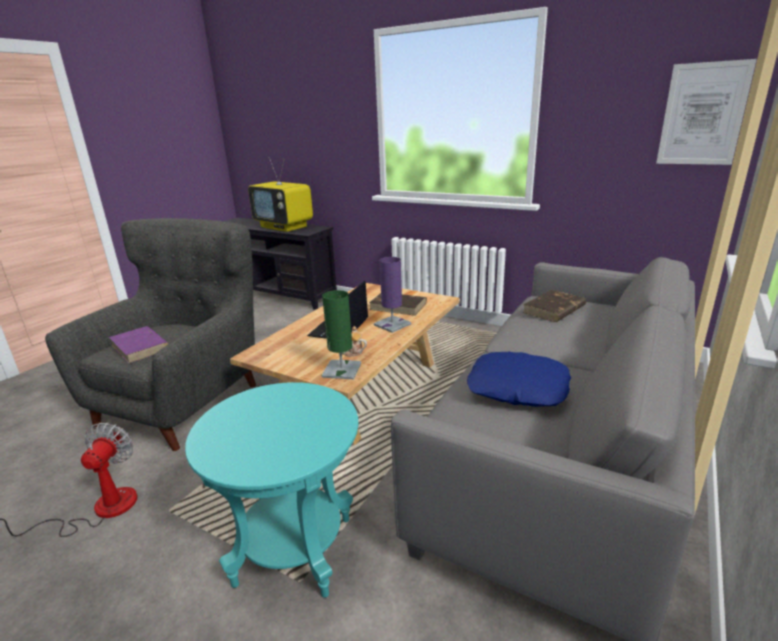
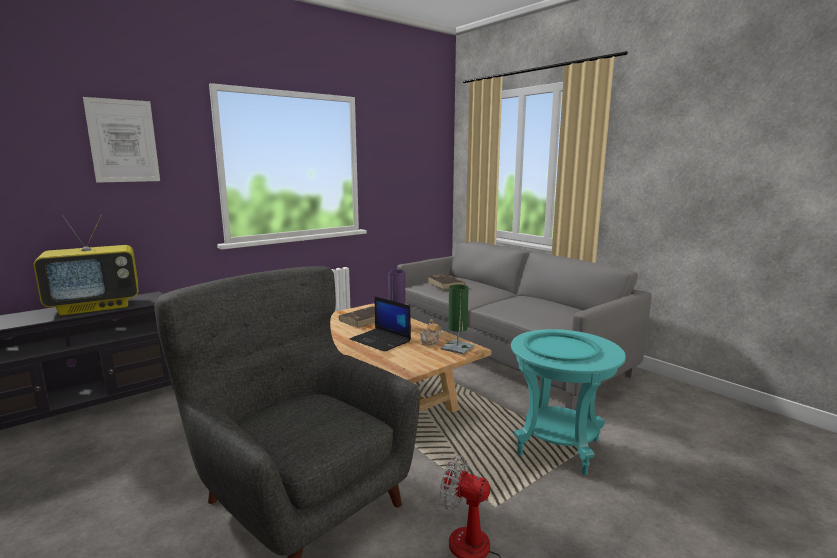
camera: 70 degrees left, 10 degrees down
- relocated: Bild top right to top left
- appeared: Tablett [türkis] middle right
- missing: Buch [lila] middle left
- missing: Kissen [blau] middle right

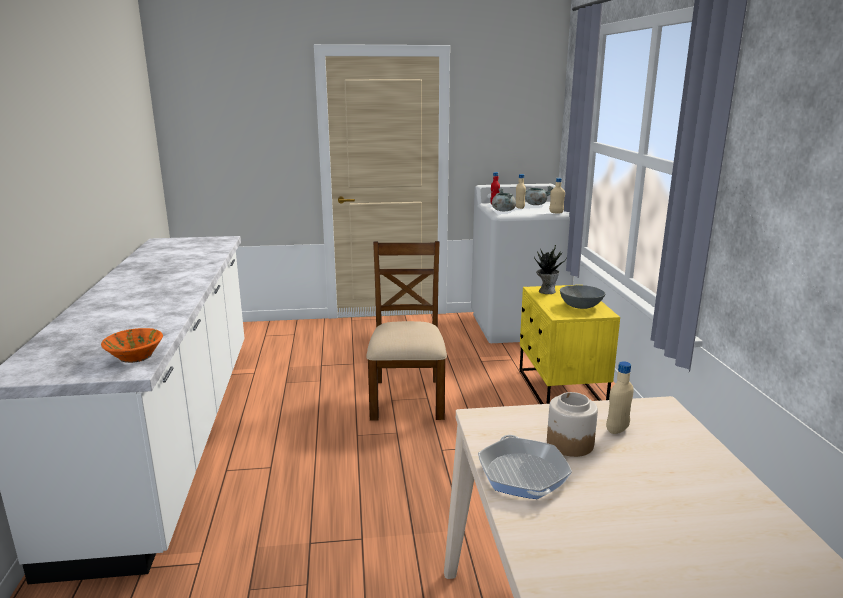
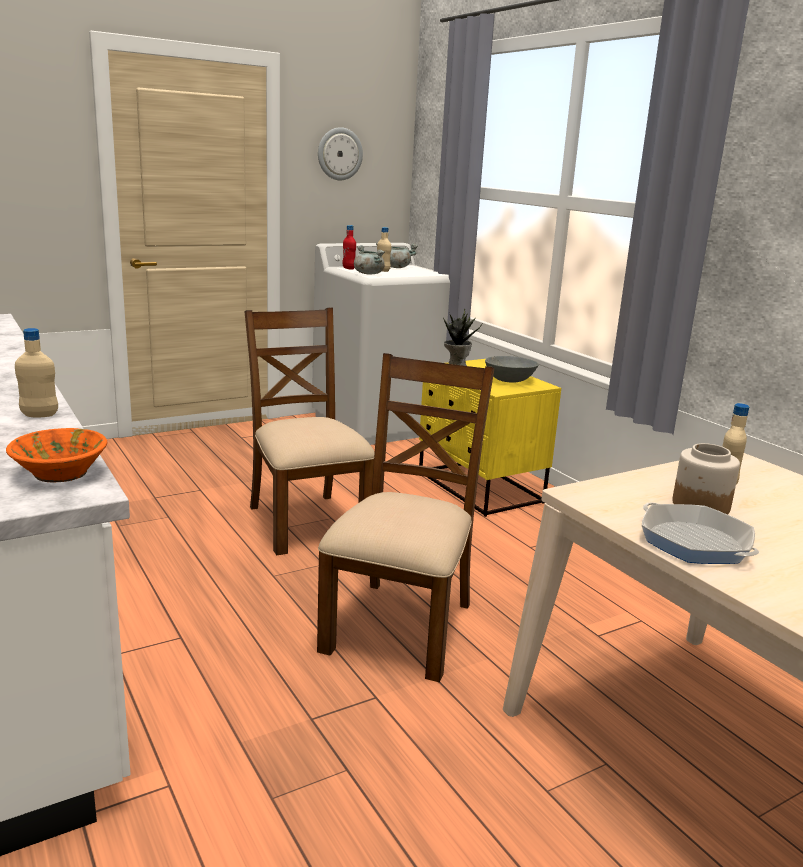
camera: 25 degrees left, 0 degrees up
- relocated: Flasche [beige] (no. 2 from left in the first image) top centre to Flasche [beige] (no. 1 from left) middle left
- appeared: Stuhl [braun] (no. 2 from left) centre
- appeared: Wanduhr top centre

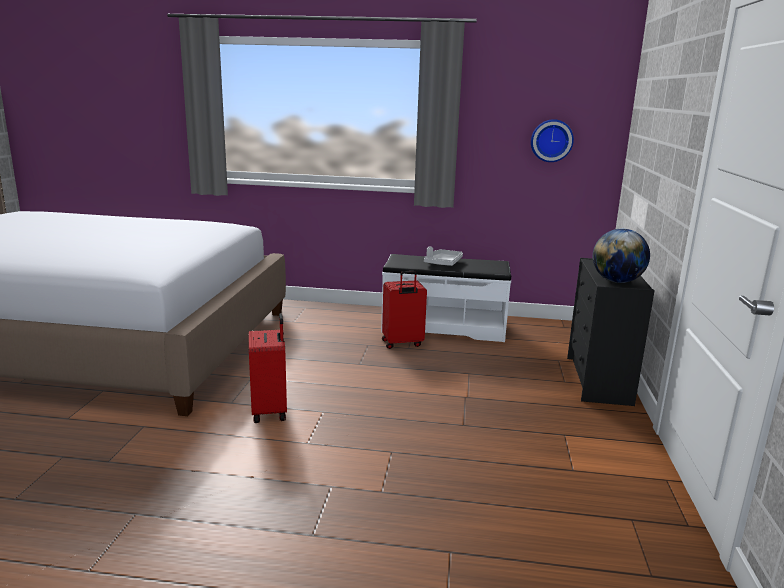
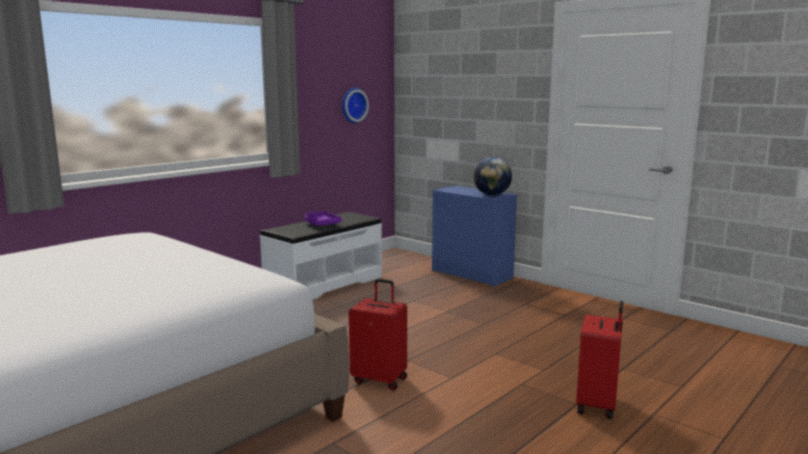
camera: 55 degrees left, 5 degrees down
- colour: Tablett [grau] centre to Tablett [lila] centre
- colour: Kommode [schwarz] middle right to Kommode [blau] centre
- relocated: Koffer [rot] (no. 2 from left) centre to bottom right

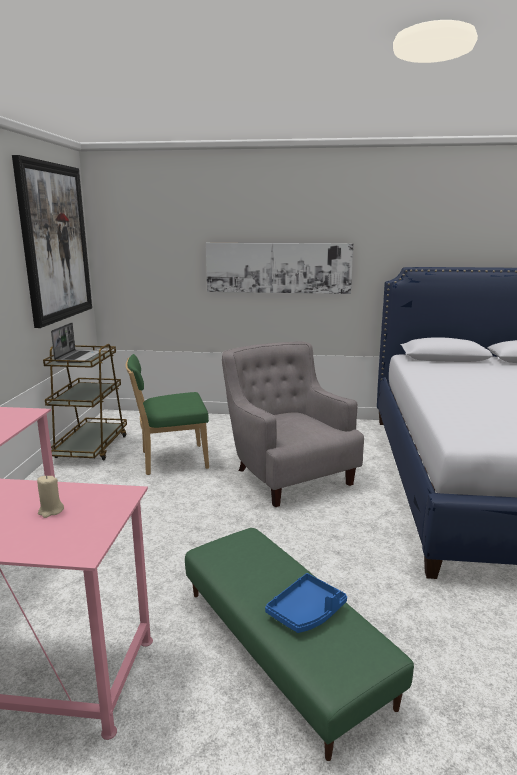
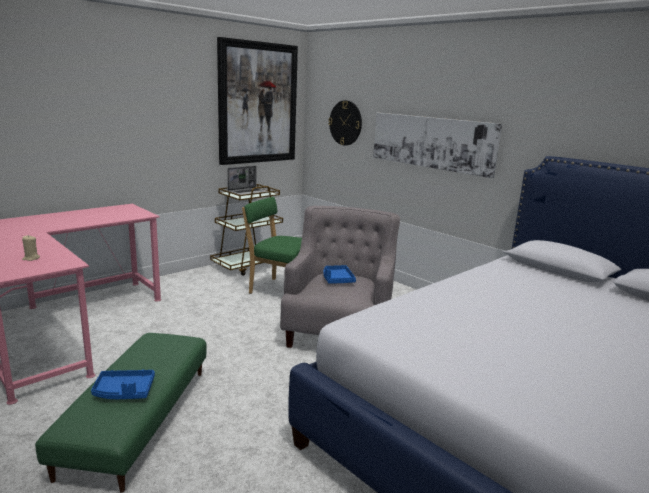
camera: 40 degrees right, 0 degrees up
- appeared: Tablett [blau] (no. 2 from left) centre
- appeared: Wanduhr top centre

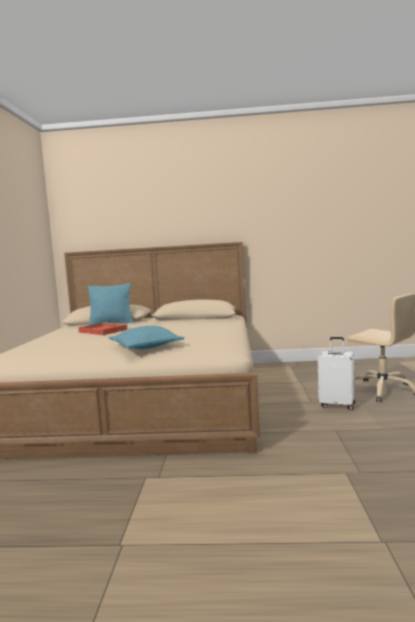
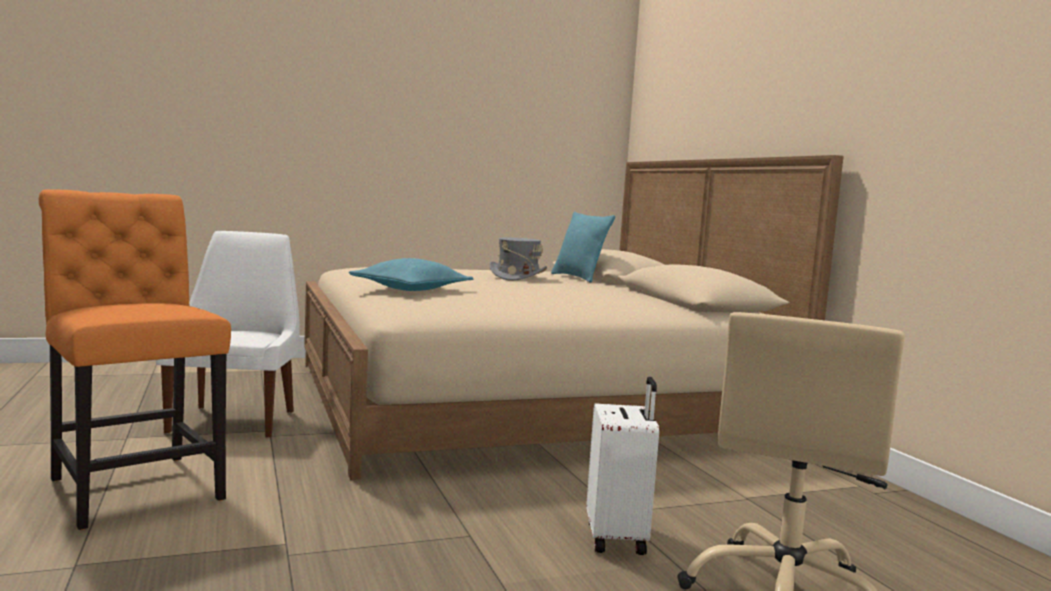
camera: 65 degrees right, 0 degrees up
- appeared: Stuhl [orange] middle left
- appeared: Stuhl [weiß] middle left
- exchanged: Tablett [rot] middle left to Hut [grau] centre

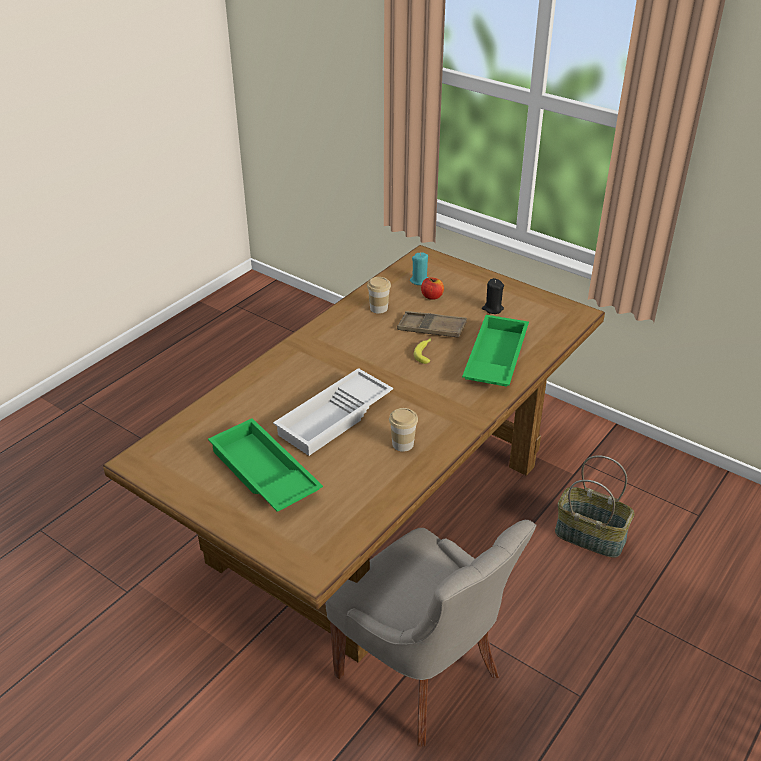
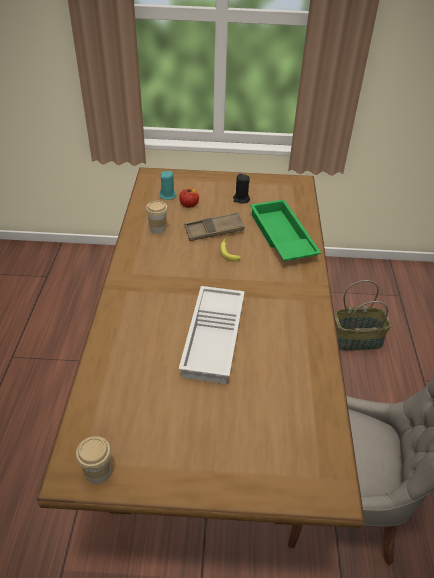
camera: 35 degrees left, 5 degrees up
- relocated: Tasse (no. 2 from left in the first image) centre to Tasse (no. 1 from left) bottom left
- missing: Tablett [grün] (no. 1 from left) centre

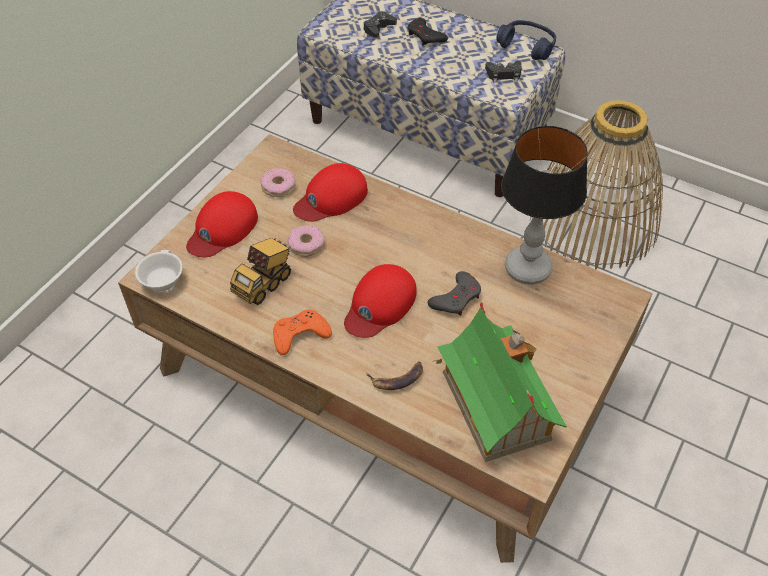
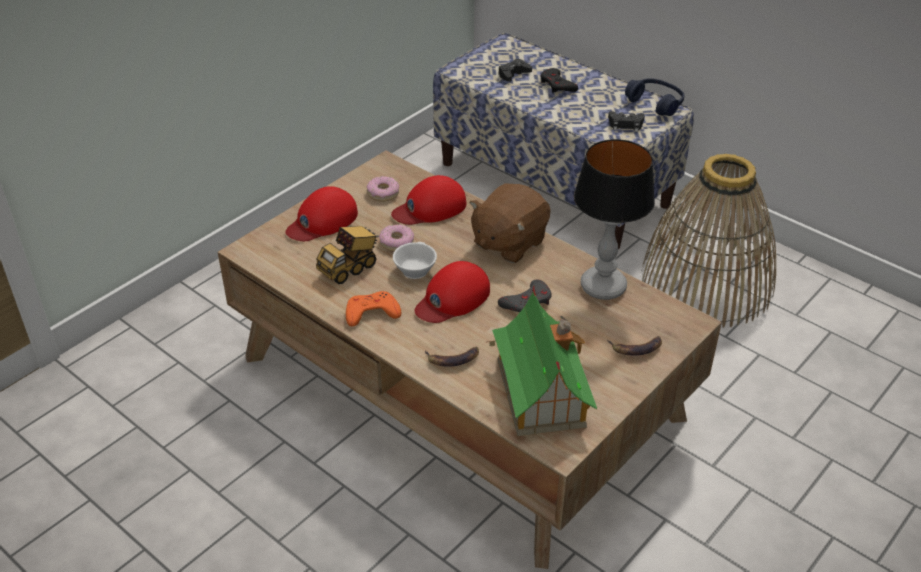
camera: 10 degrees right, 10 degrees down
- relocated: Tasse [weiß] middle left to centre
- appeared: Plüschtier [braun] centre
- appeared: Banane (no. 2 from left) middle right

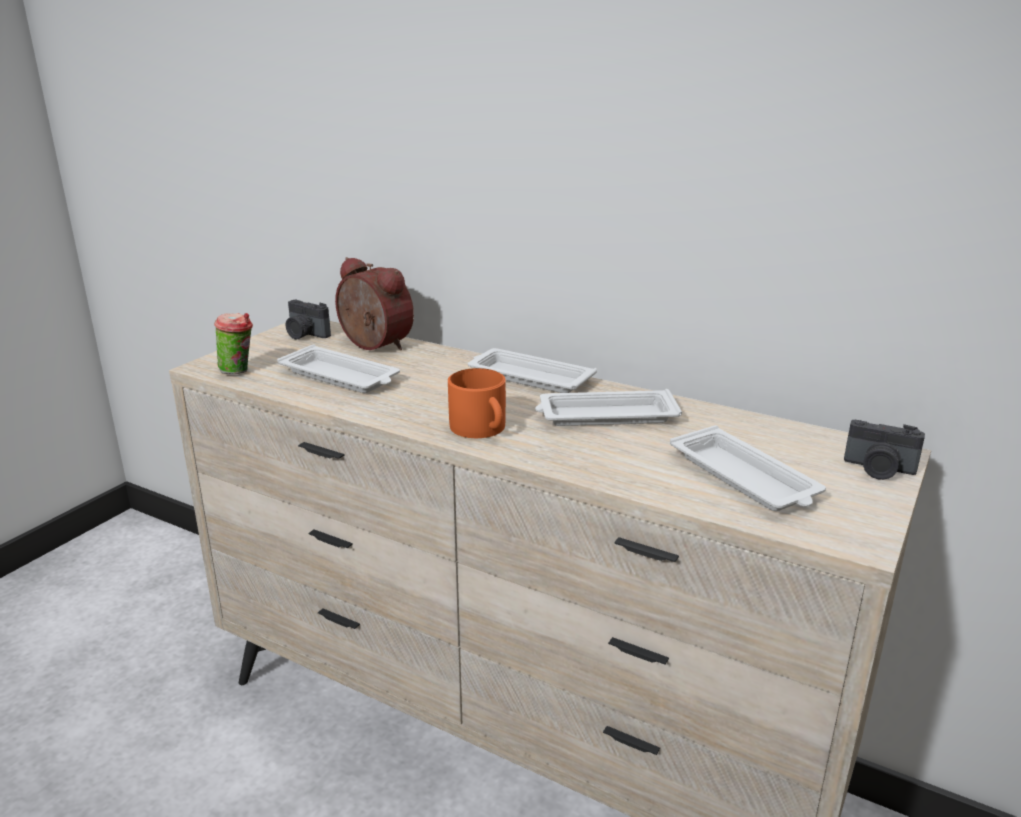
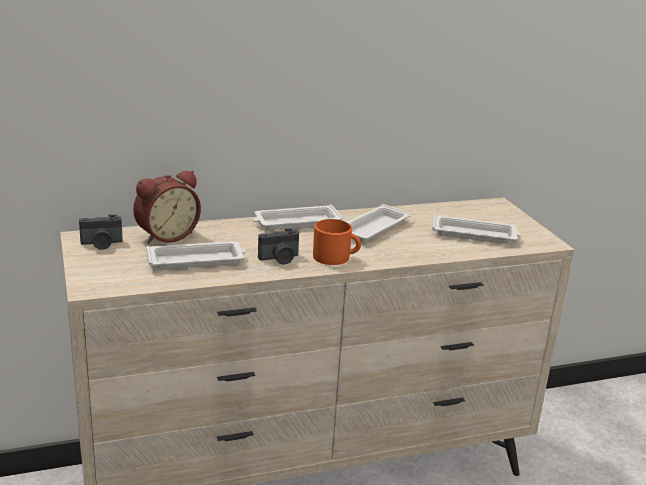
camera: 50 degrees left, 0 degrees up
- spun: Wecker centre = middle left 150 degrees clockwise
- relocated: Kamera (no. 2 from left) middle right to centre
- missing: Tasse middle left

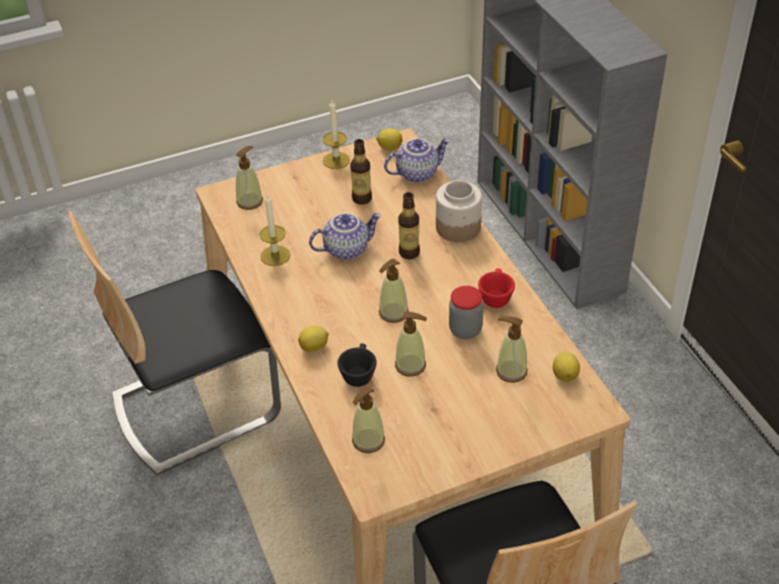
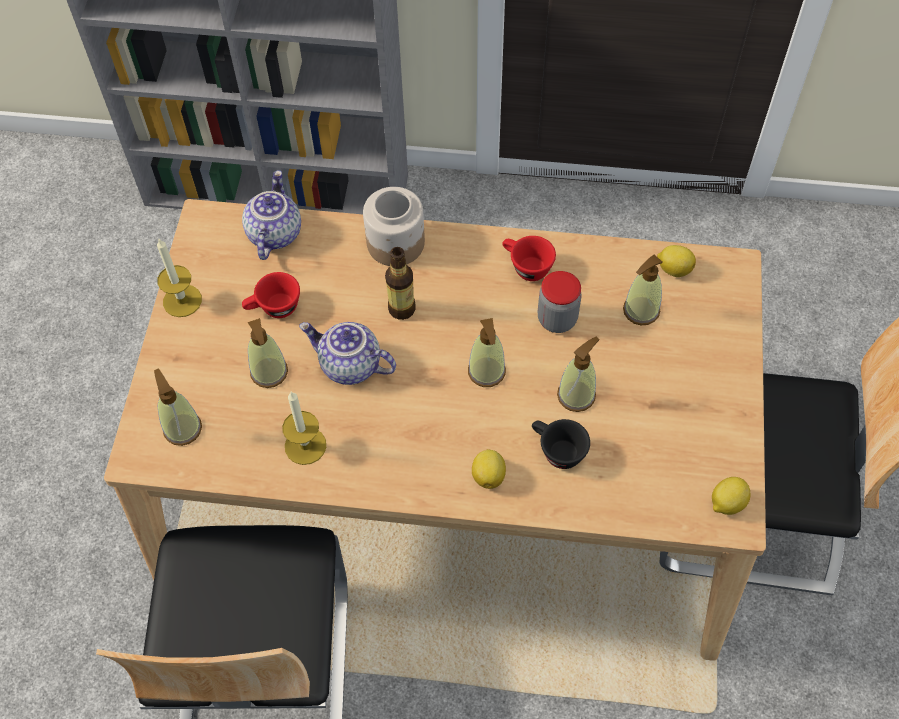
camera: 60 degrees left, 15 degrees up
- exchanged: Flasche (no. 1 from left) top centre to Tasse [rot] (no. 1 from left) middle left
- relocated: Seifenspender (no. 2 from left) bottom centre to middle left
- spun: Teekanne (no. 1 from left in the first image) centre = centre 75 degrees counterclockwise
- relocated: Zitrone (no. 2 from left in the first image) top centre to Zitrone (no. 3 from left) bottom right

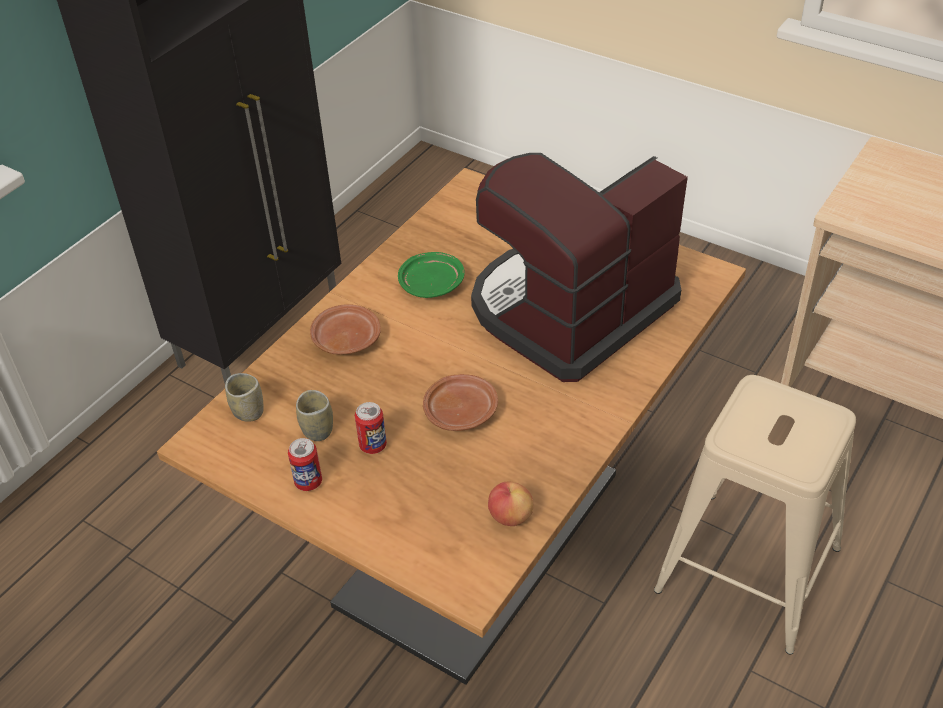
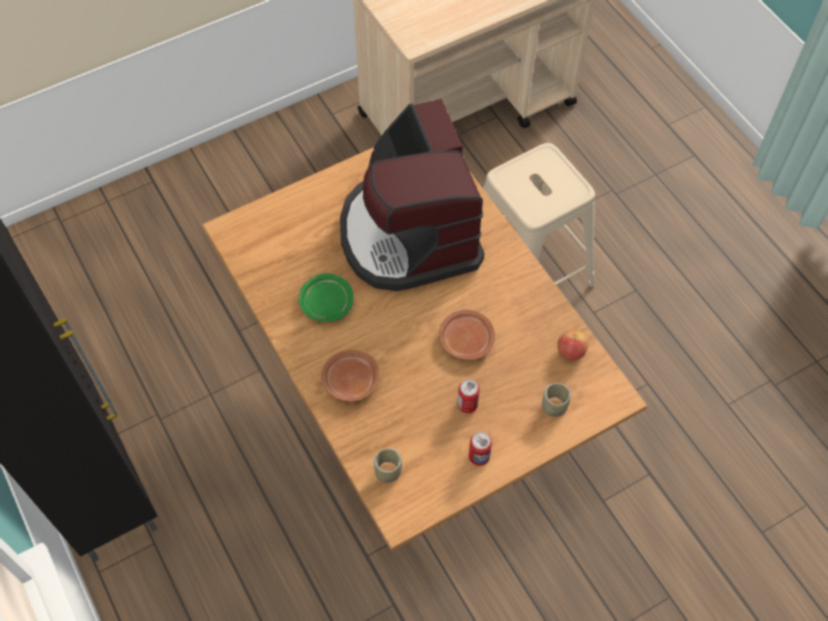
camera: 65 degrees left, 15 degrees up
- relocated: Tasse (no. 2 from left) middle left to middle right

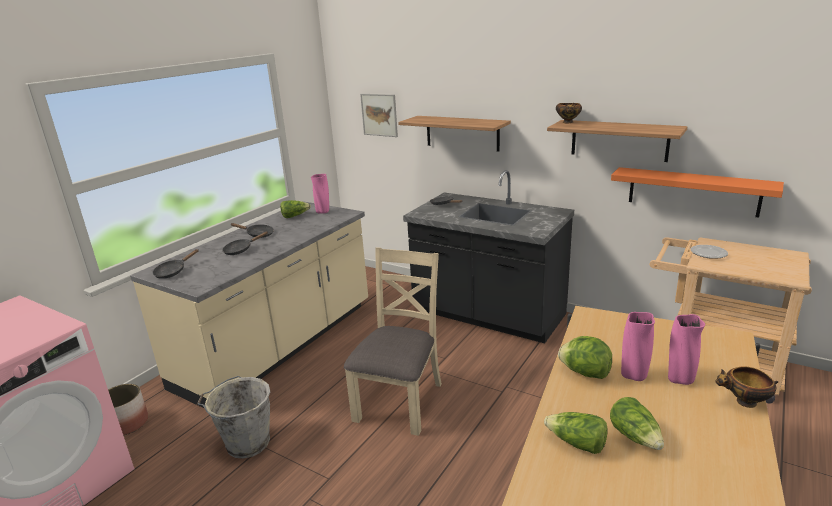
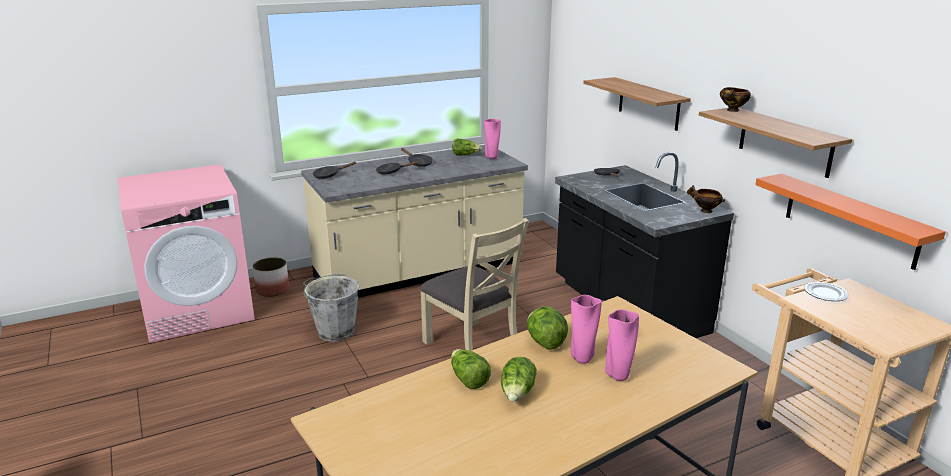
camera: 30 degrees right, 0 degrees up
- spun: Stuhl [beige] bottom centre = centre 90 degrees clockwise
- relocated: Schüssel (no. 2 from left in the first image) bottom right to Schüssel (no. 1 from left) middle right
- missing: Bild top centre

